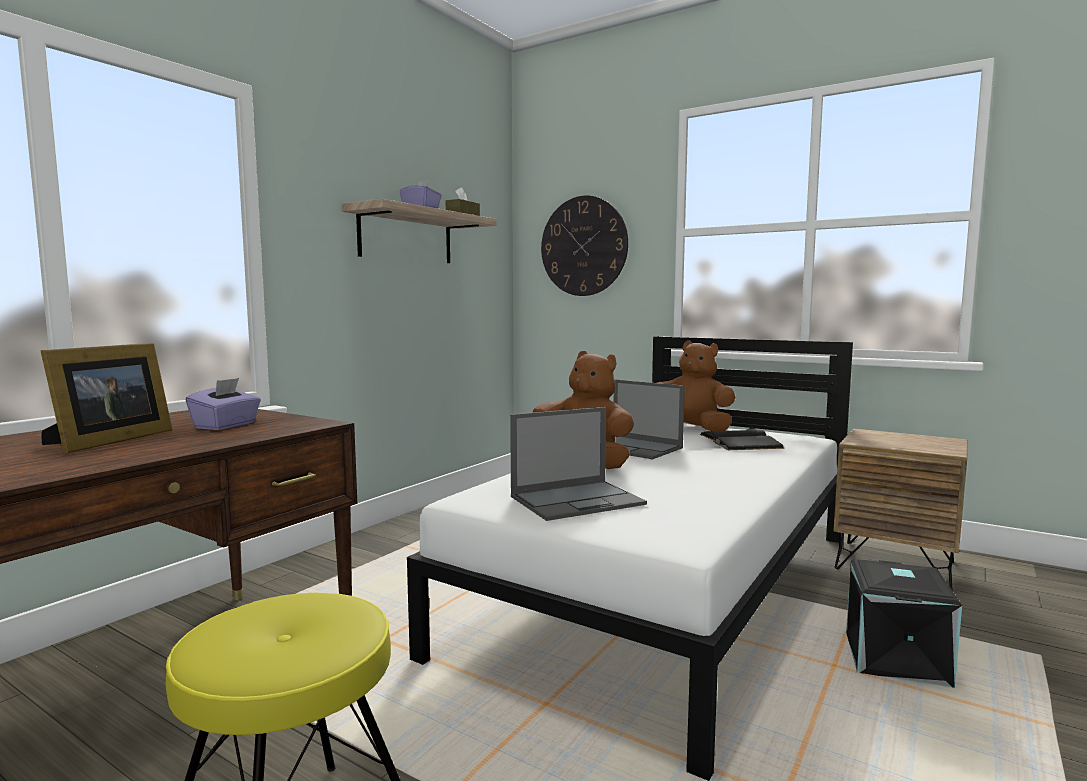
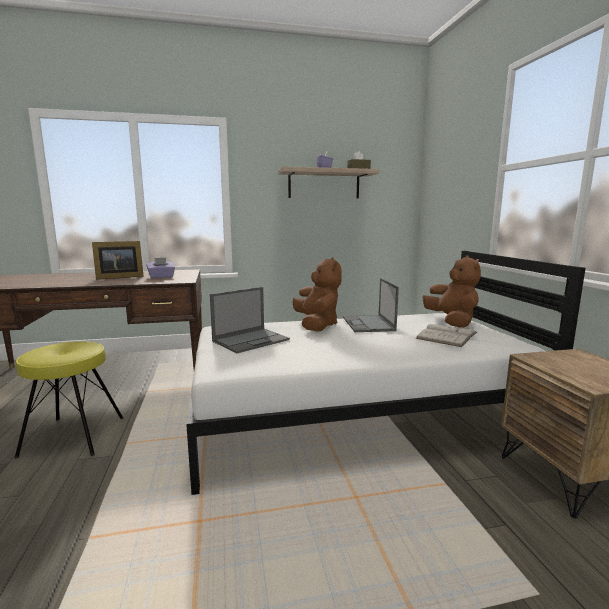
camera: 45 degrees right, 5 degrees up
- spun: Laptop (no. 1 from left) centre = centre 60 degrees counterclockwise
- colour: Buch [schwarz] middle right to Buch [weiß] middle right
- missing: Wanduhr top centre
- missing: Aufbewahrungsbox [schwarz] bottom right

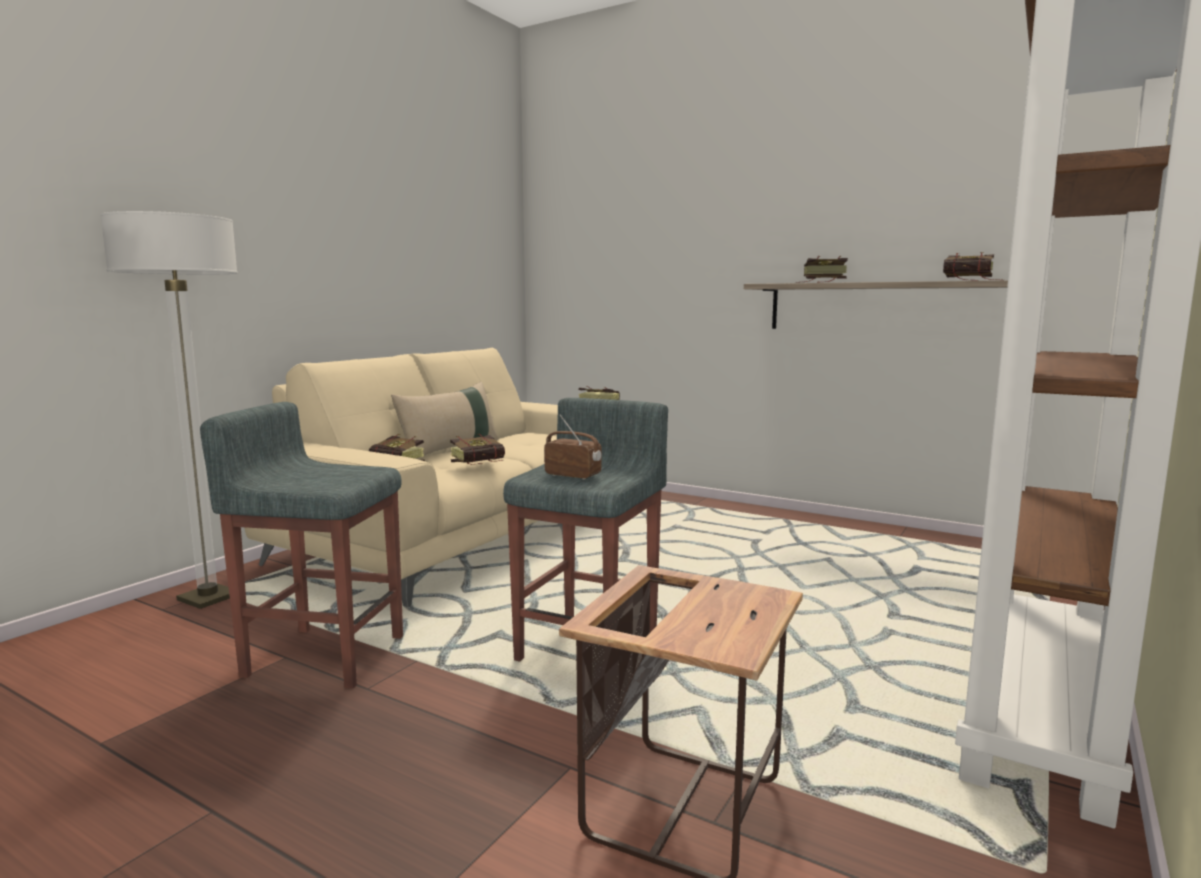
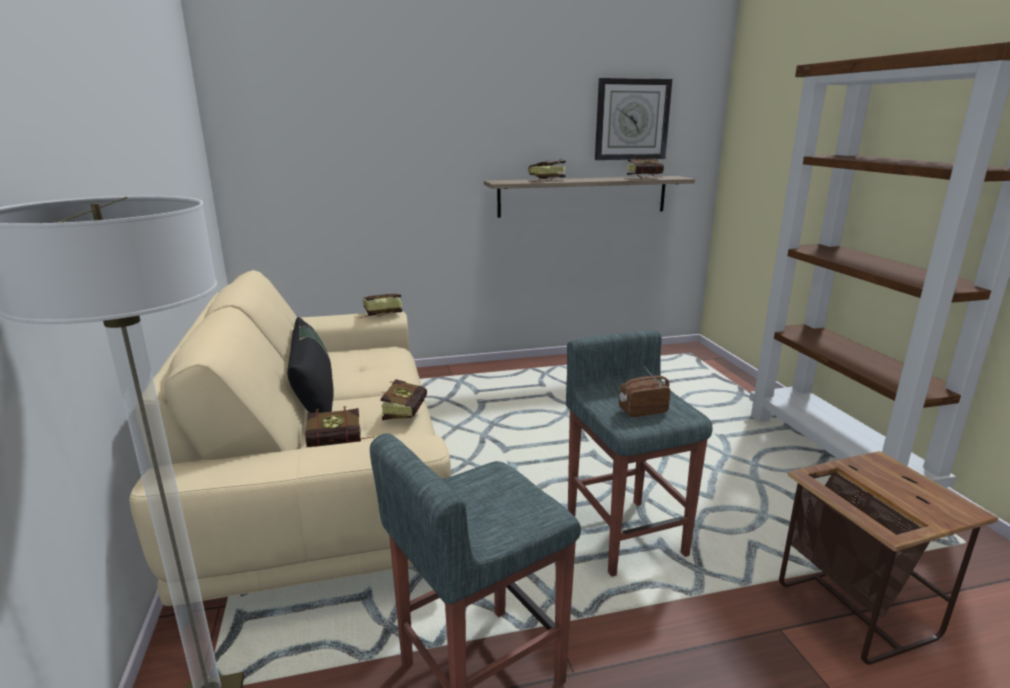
camera: 45 degrees left, 10 degrees up
- colour: Kissen [beige] centre to Kissen [schwarz] middle left
- appeared: Wanduhr top centre

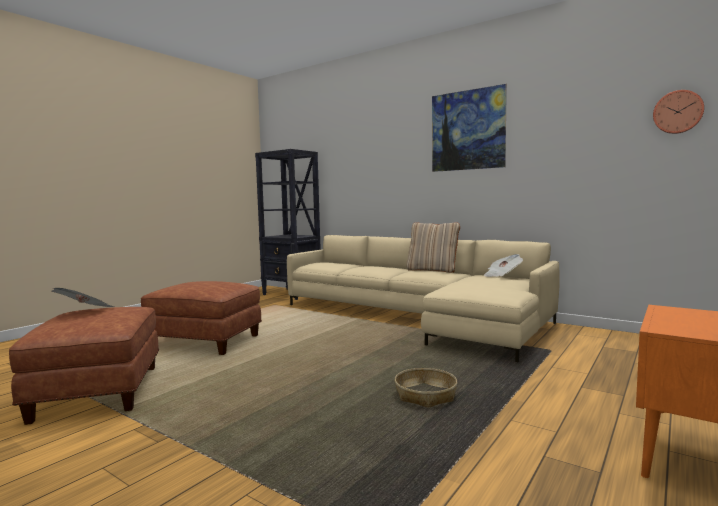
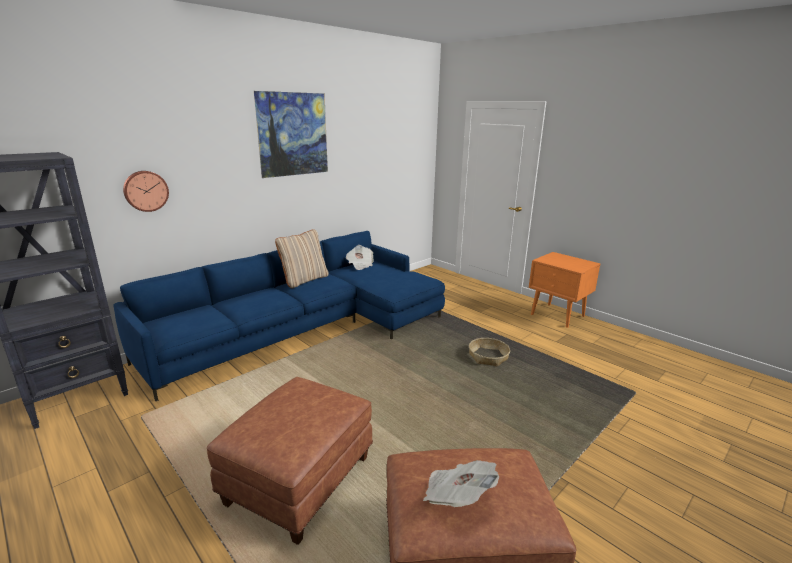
camera: 80 degrees left, 15 degrees up
- colour: Sofa [beige] centre to Sofa [blau] centre
- relocated: Wanduhr top right to middle left

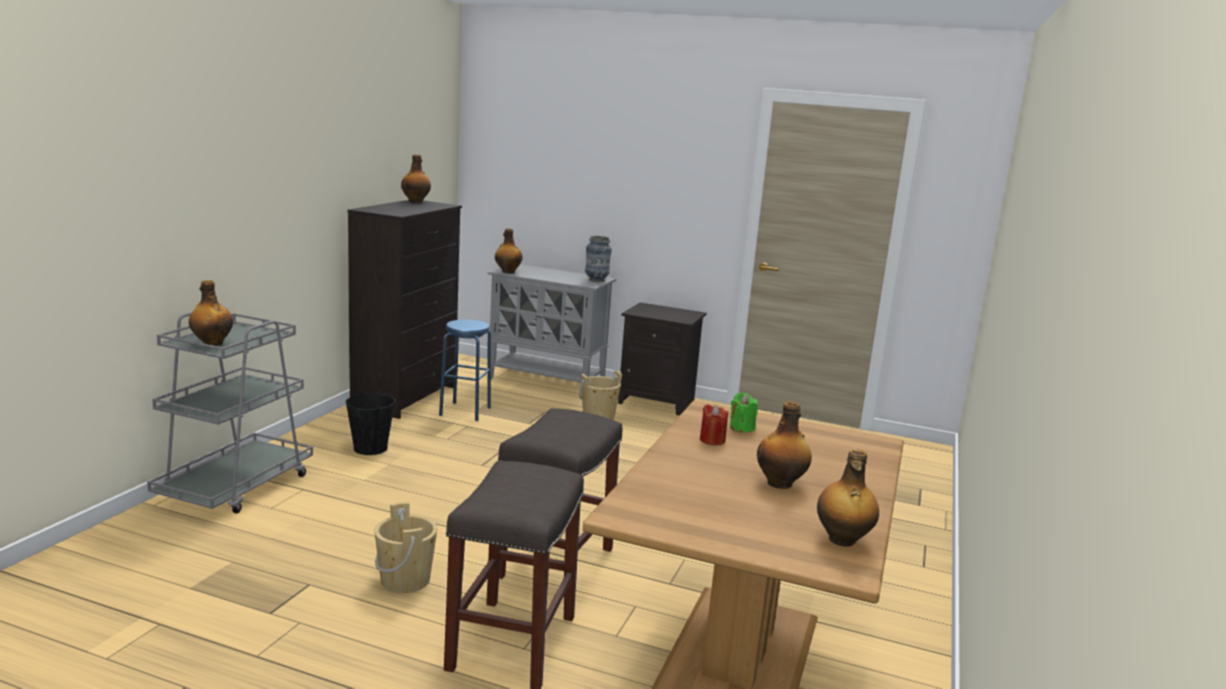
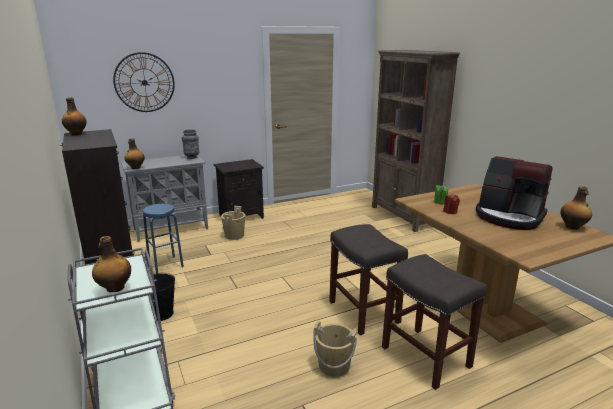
camera: 45 degrees left, 5 degrees up
- appeared: Wanduhr top left
- appeared: Bücherregal [braun] middle right
- exchanged: Flasche (no. 4 from left) centre to Kaffeemaschine middle right

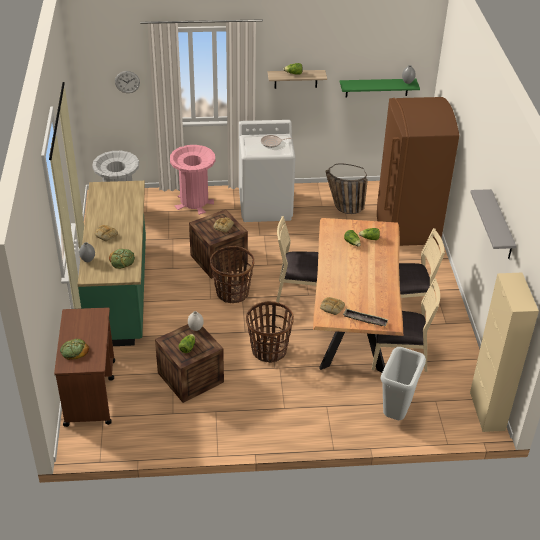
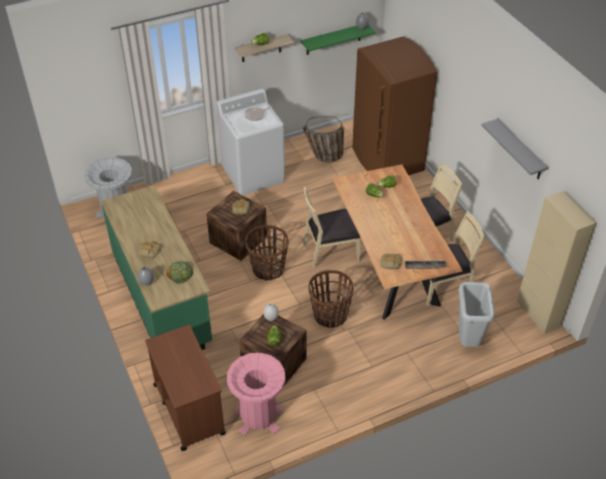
camera: 20 degrees left, 5 degrees up
- relocated: Mülleimer [rosa] centre to bottom centre
- missing: Brot (no. 1 from left) middle left
- missing: Wanduhr top left

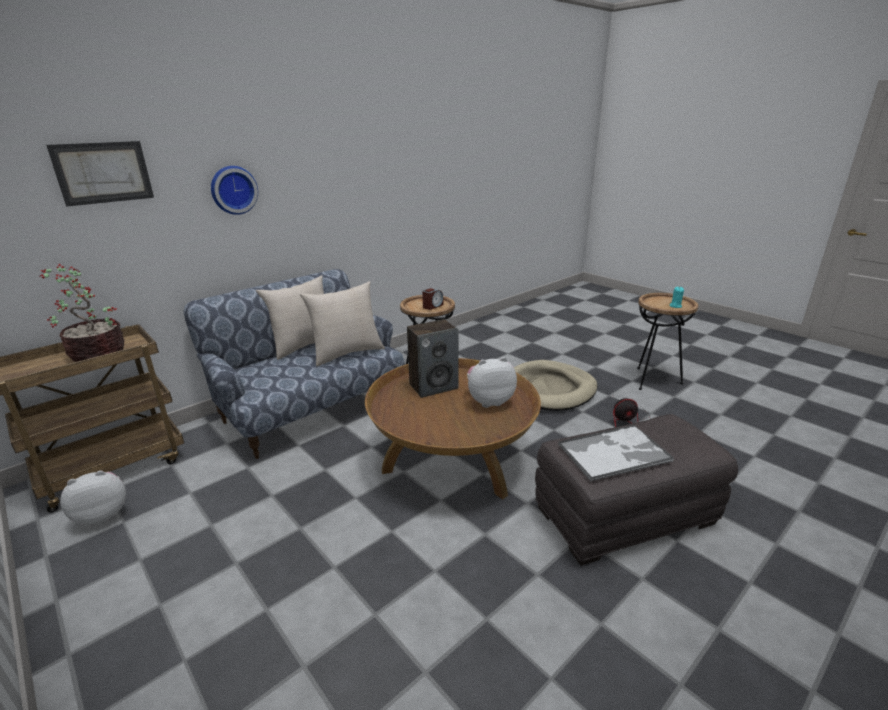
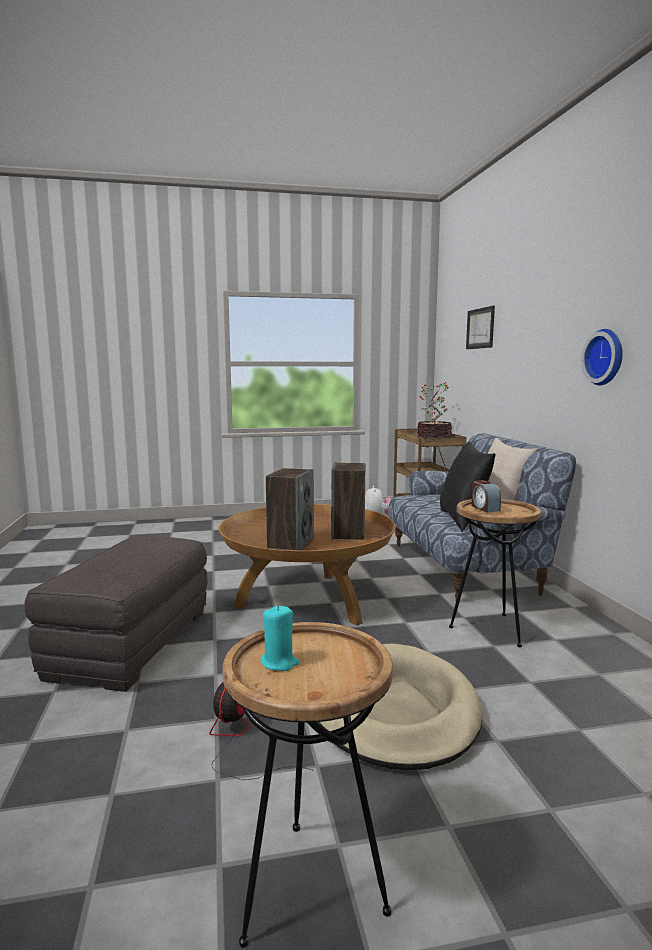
camera: 120 degrees right, 15 degrees down
- exchanged: Plüschtier (no. 2 from left) centre to Lautsprecher (no. 1 from left) centre
- colour: Kissen [beige] (no. 2 from left) centre to Kissen [schwarz] middle right
- relocated: Wanduhr top left to middle right
- missing: Tablett middle right

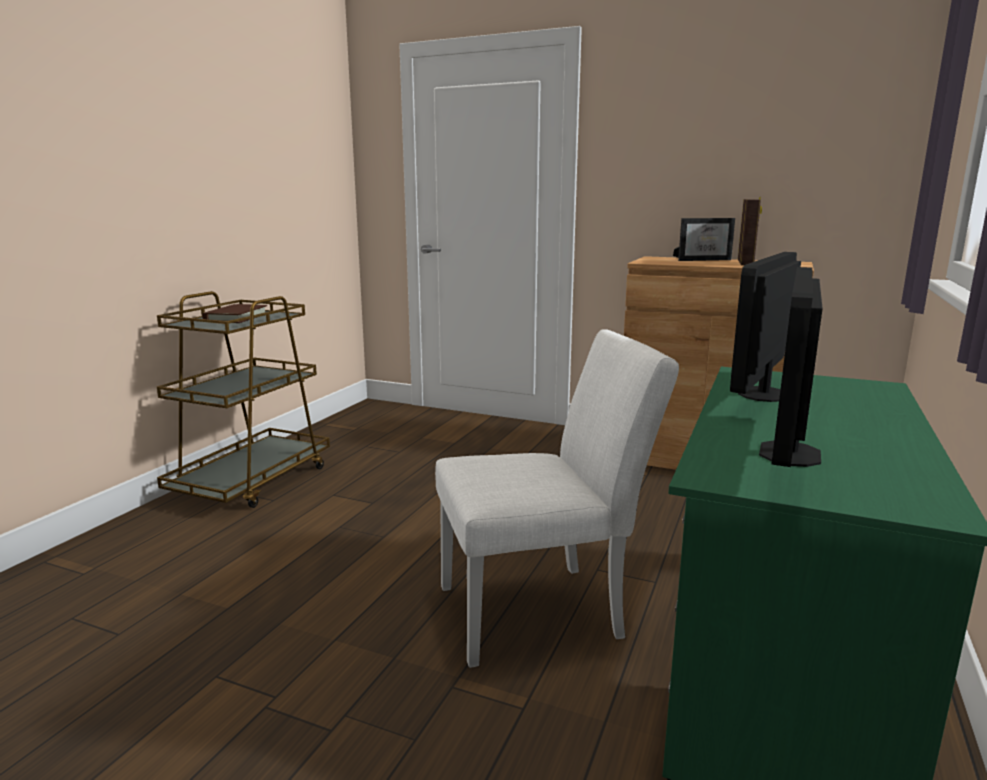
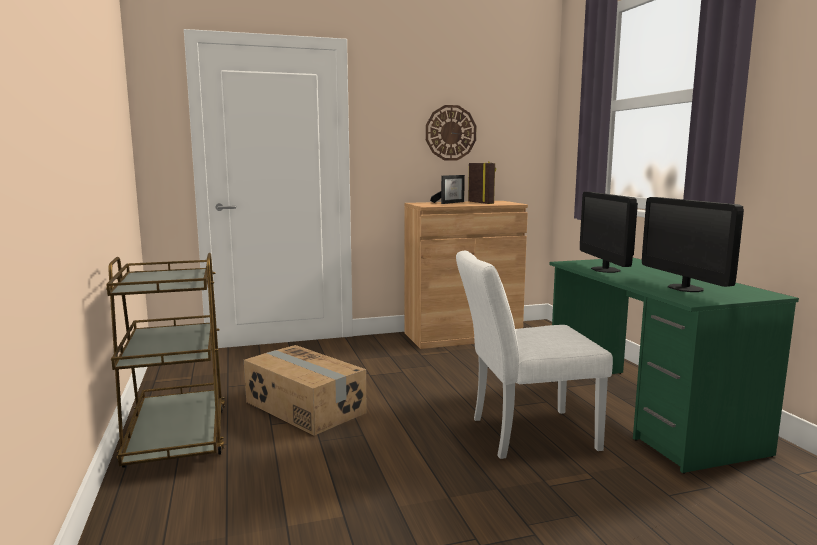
camera: 40 degrees left, 5 degrees down
- appeared: Karton bottom centre
- appeared: Wanduhr top centre
- spun: Stuhl [weiß] centre = centre 135 degrees counterclockwise
- missing: Buch [braun] middle left

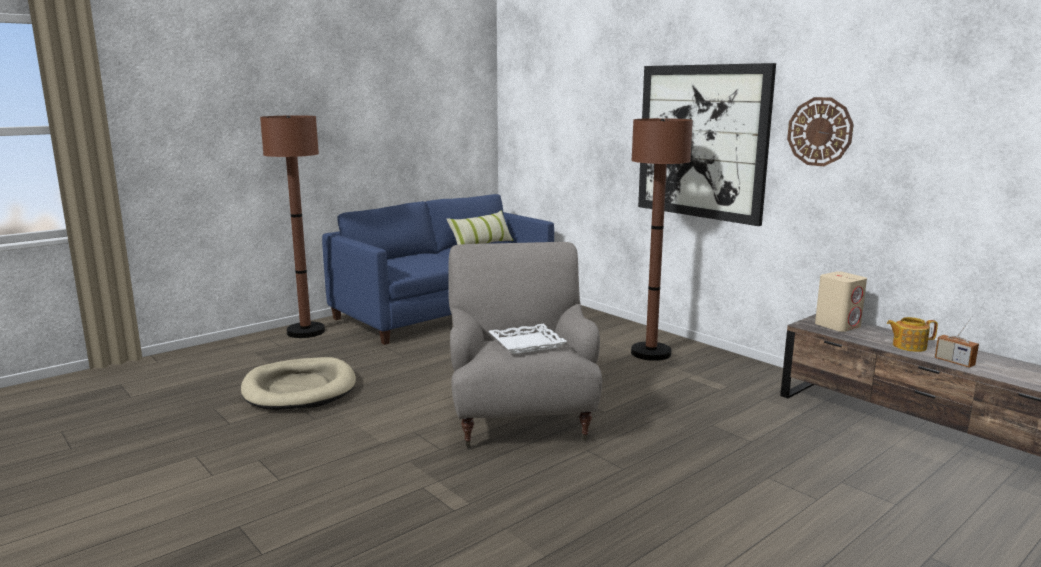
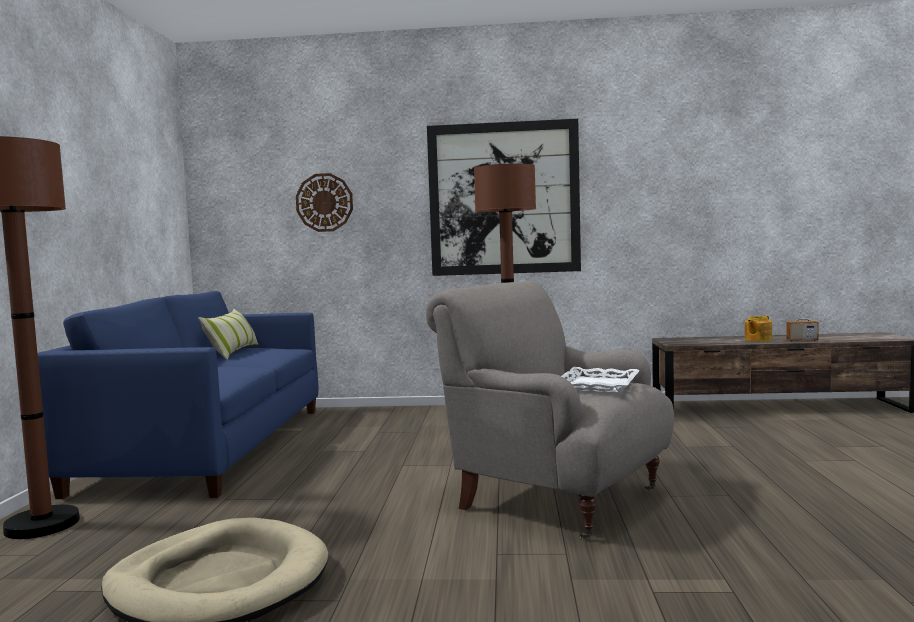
camera: 45 degrees left, 10 degrees down
- relocated: Wanduhr top right to top centre
- missing: Lautsprecher [beige] middle right

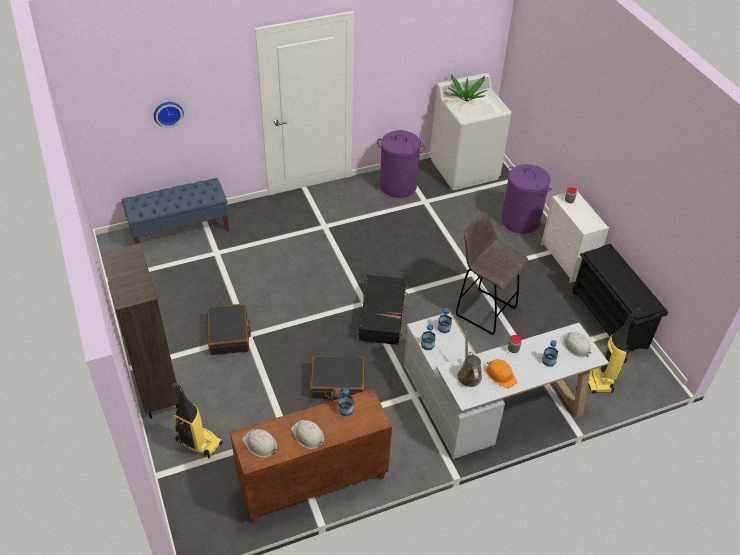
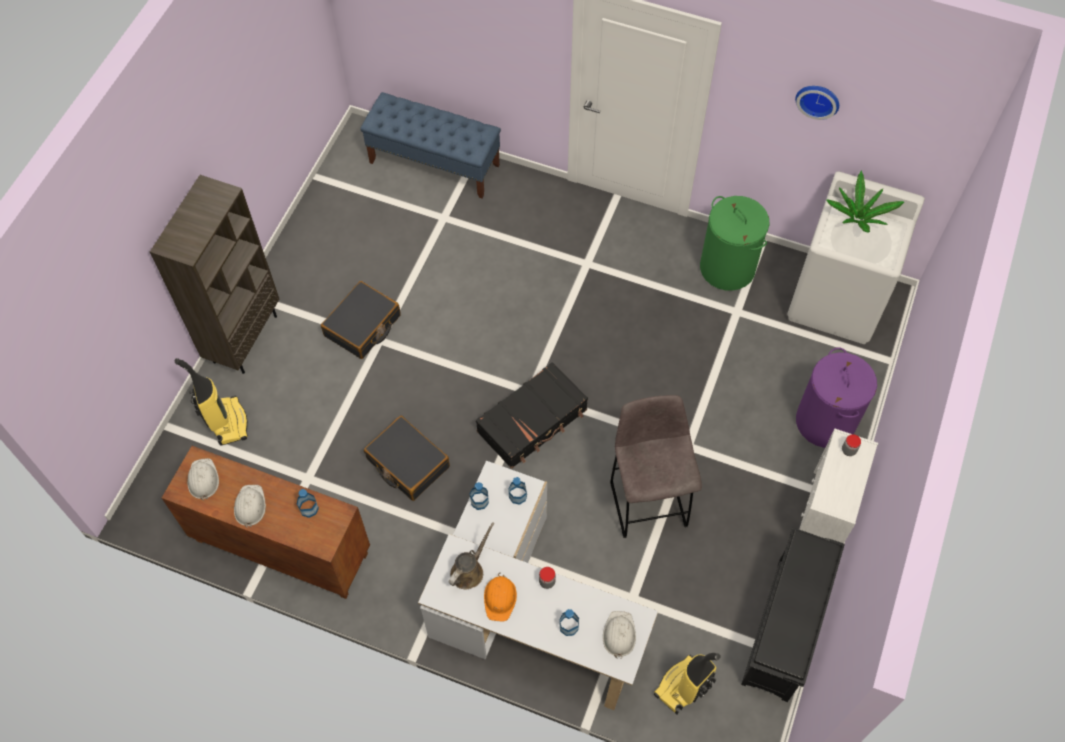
camera: 45 degrees right, 15 degrees up
- colour: Wäschekorb [lila] (no. 1 from left) top centre to Wäschekorb [grün] top right
- relocated: Wanduhr top left to top right

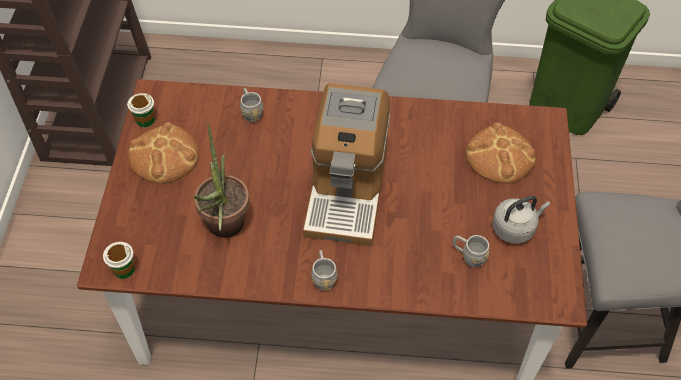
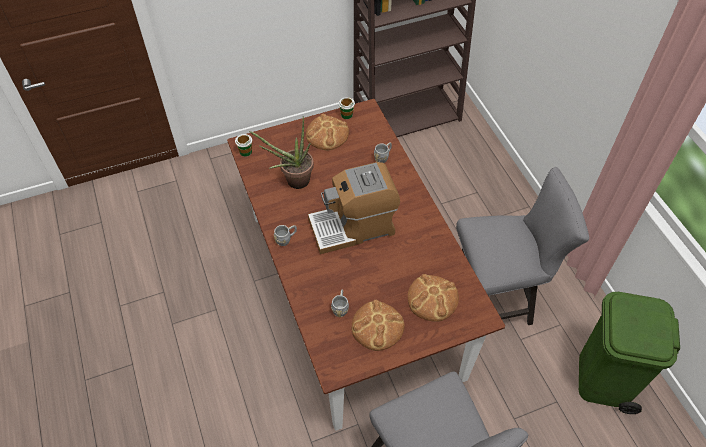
camera: 65 degrees right, 0 degrees up
- exchanged: Wasserkessel [grau] middle right to Brot (no. 2 from left) bottom centre

